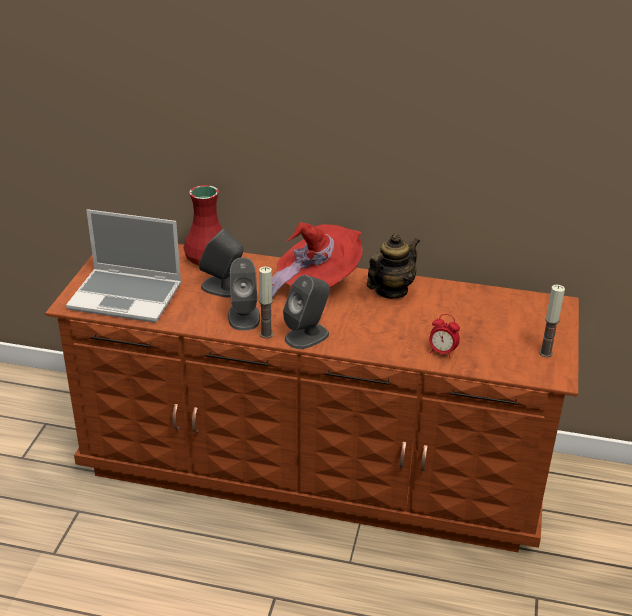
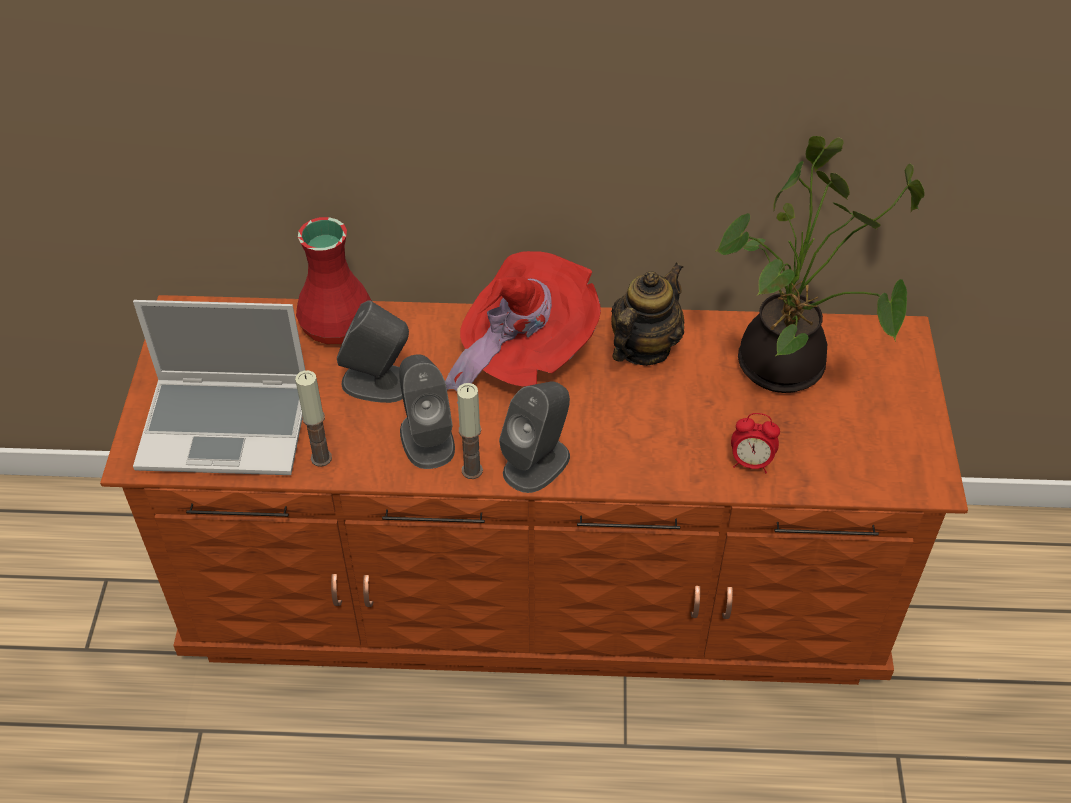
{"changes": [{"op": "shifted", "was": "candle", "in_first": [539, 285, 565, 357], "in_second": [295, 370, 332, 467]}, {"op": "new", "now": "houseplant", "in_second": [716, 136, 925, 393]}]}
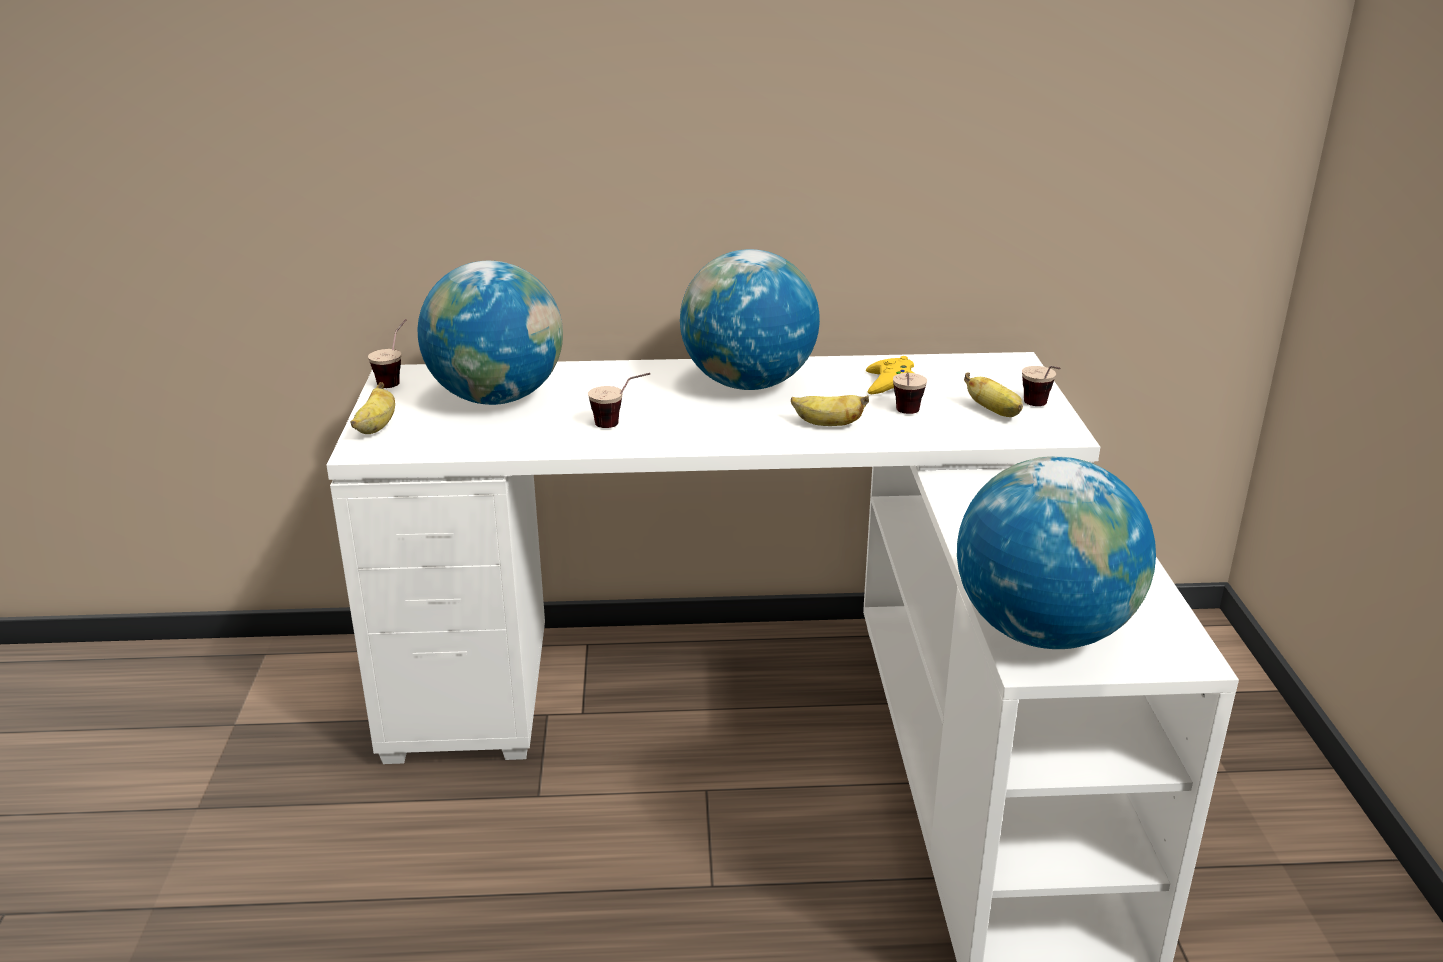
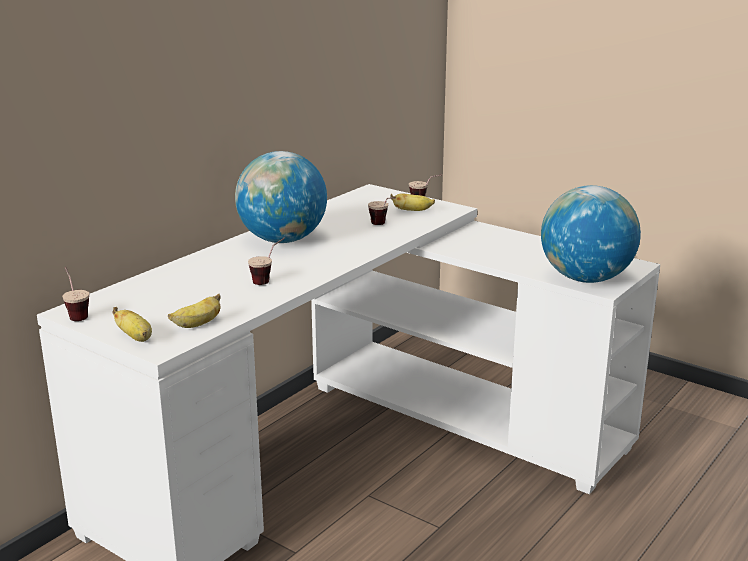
{"changes": [{"op": "gone", "was": "desk globe", "in_first": [418, 261, 563, 405]}, {"op": "gone", "was": "yellow-coloured joypad", "in_first": [866, 356, 914, 394]}, {"op": "shifted", "was": "whole banana", "in_first": [791, 395, 869, 426], "in_second": [168, 293, 221, 328]}]}
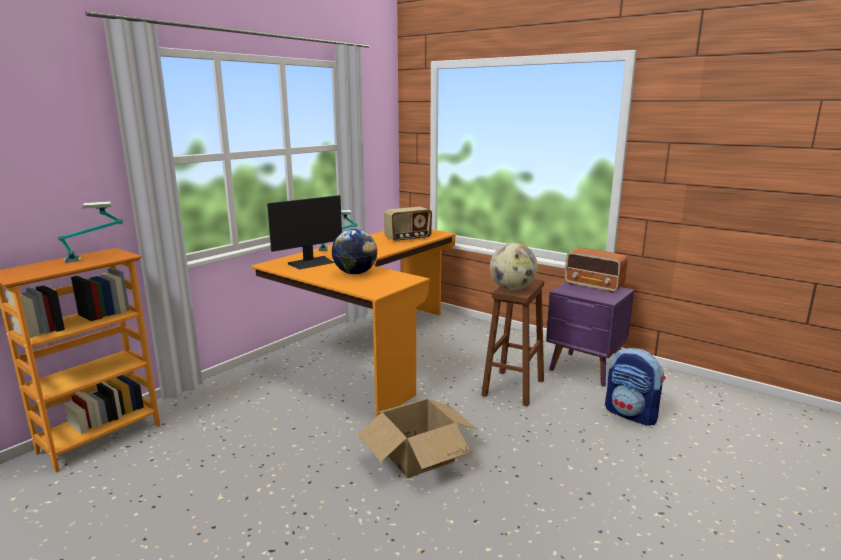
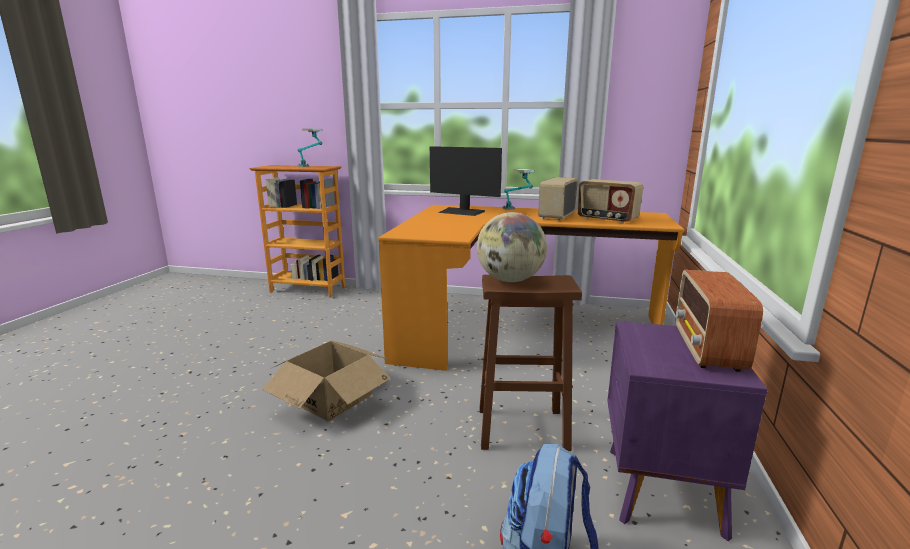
{"changes": [{"op": "gone", "was": "desk globe", "in_first": [331, 229, 378, 274]}, {"op": "new", "now": "radio", "in_second": [538, 177, 578, 221]}]}
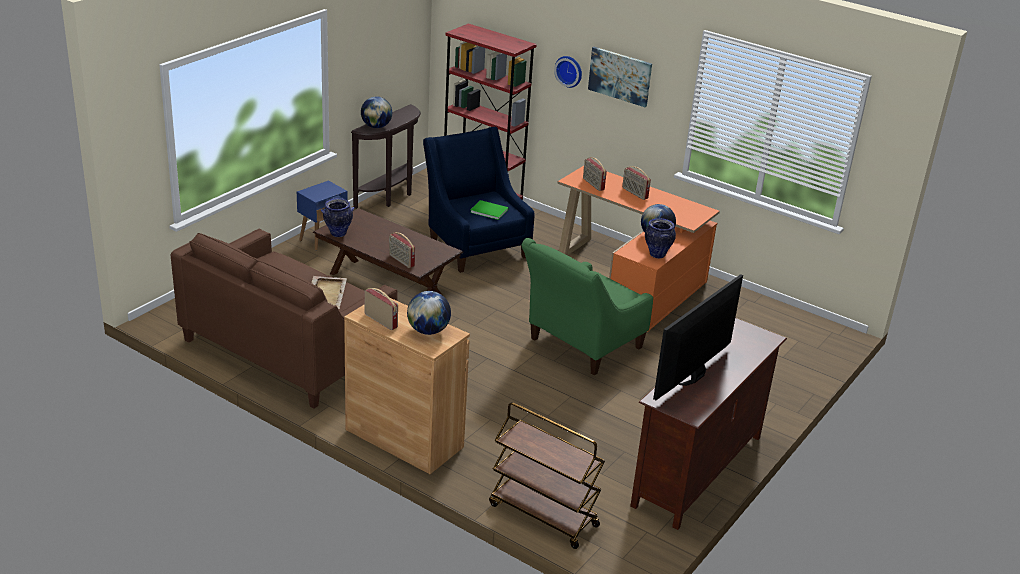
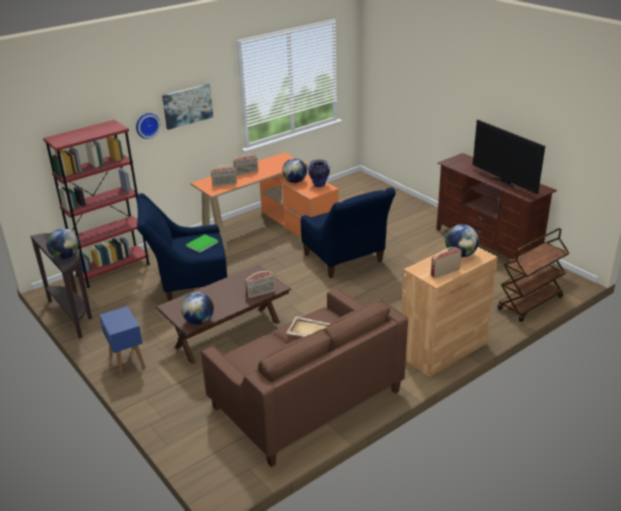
{"changes": [{"op": "swapped", "was": "vase", "now": "desk globe", "in_first": [321, 198, 354, 237], "in_second": [181, 292, 214, 325]}, {"op": "repainted", "was": "green lounge chair", "now": "bluish lounge chair", "in_first": [522, 238, 653, 375], "in_second": [301, 187, 395, 278]}]}
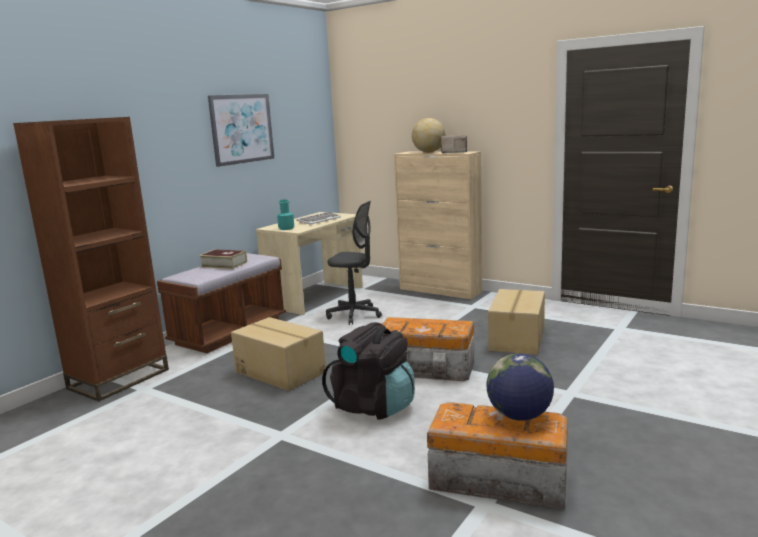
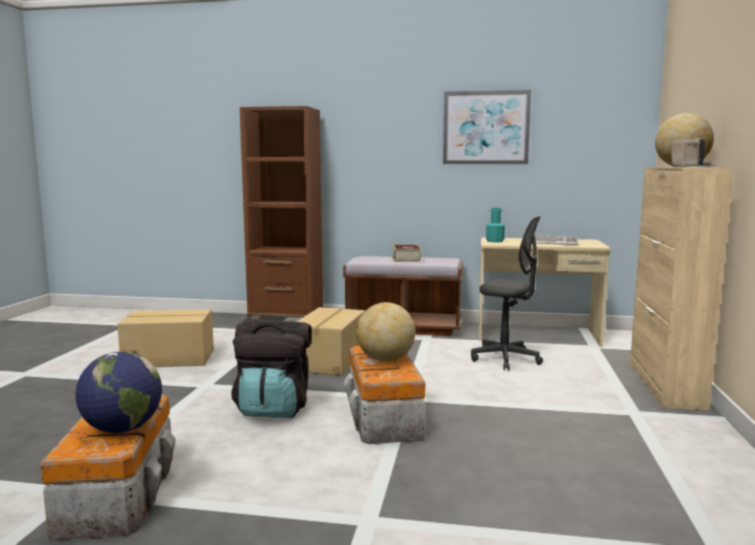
{"changes": [{"op": "rotated", "was": "greyish computer chair", "in_first": [326, 201, 382, 325], "in_second": [471, 216, 543, 371], "clockwise": -60}, {"op": "shifted", "was": "packing box", "in_first": [488, 289, 545, 355], "in_second": [117, 309, 214, 367]}, {"op": "new", "now": "desk globe", "in_second": [356, 302, 415, 362]}]}
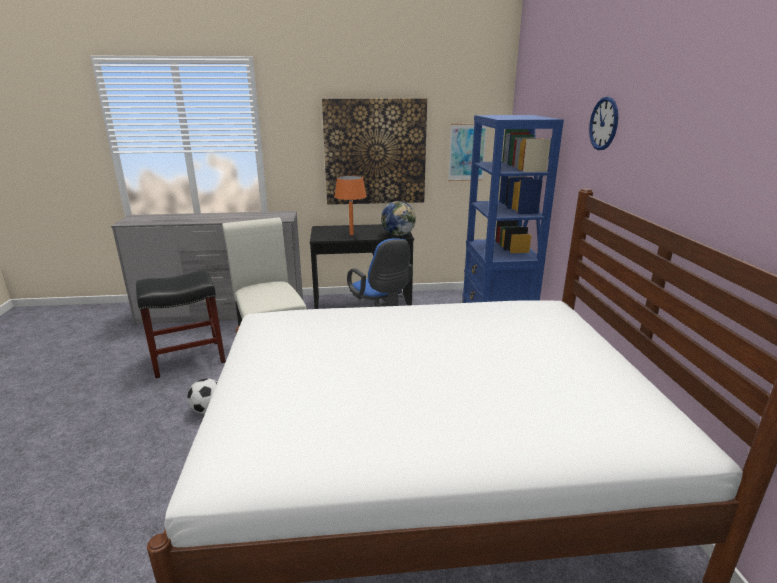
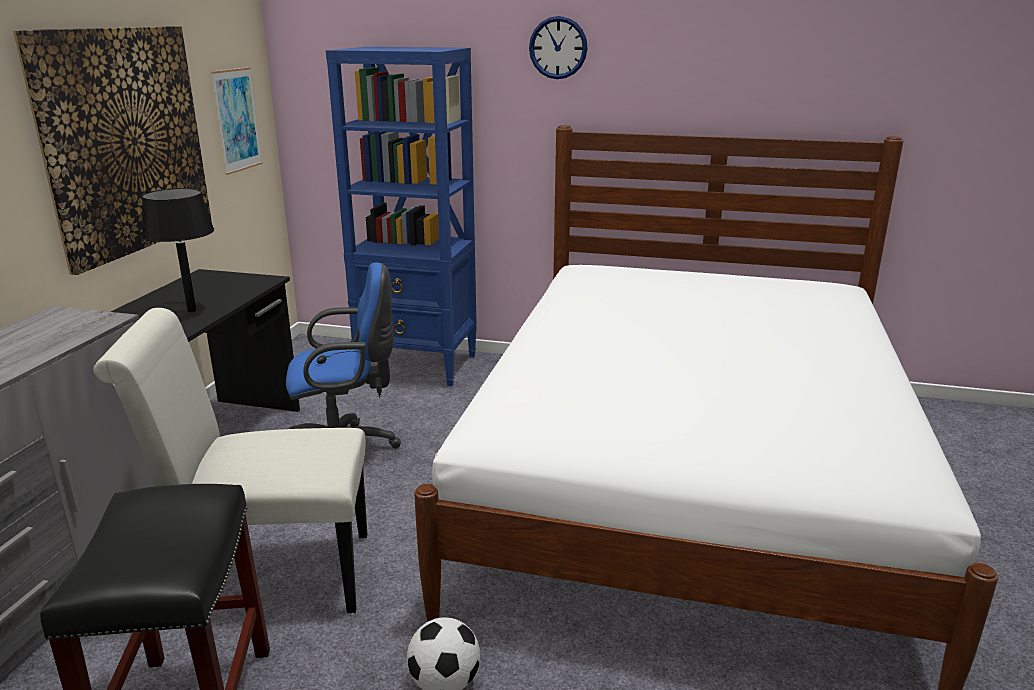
{"changes": [{"op": "repainted", "was": "orange lamp for a table", "now": "black lamp for a table", "in_first": [334, 175, 367, 235], "in_second": [142, 188, 214, 312]}, {"op": "gone", "was": "desk globe", "in_first": [381, 201, 416, 236]}]}
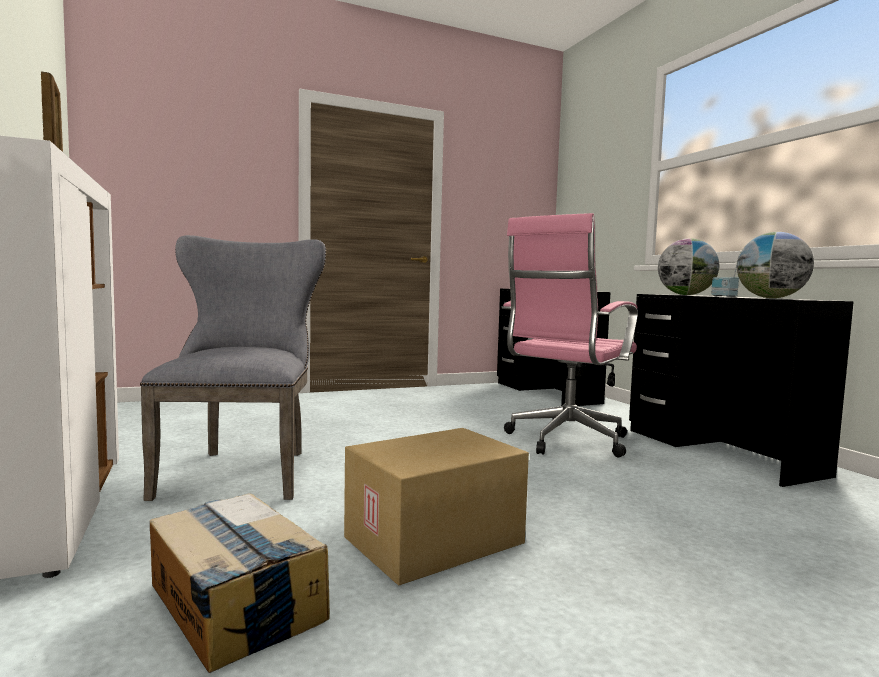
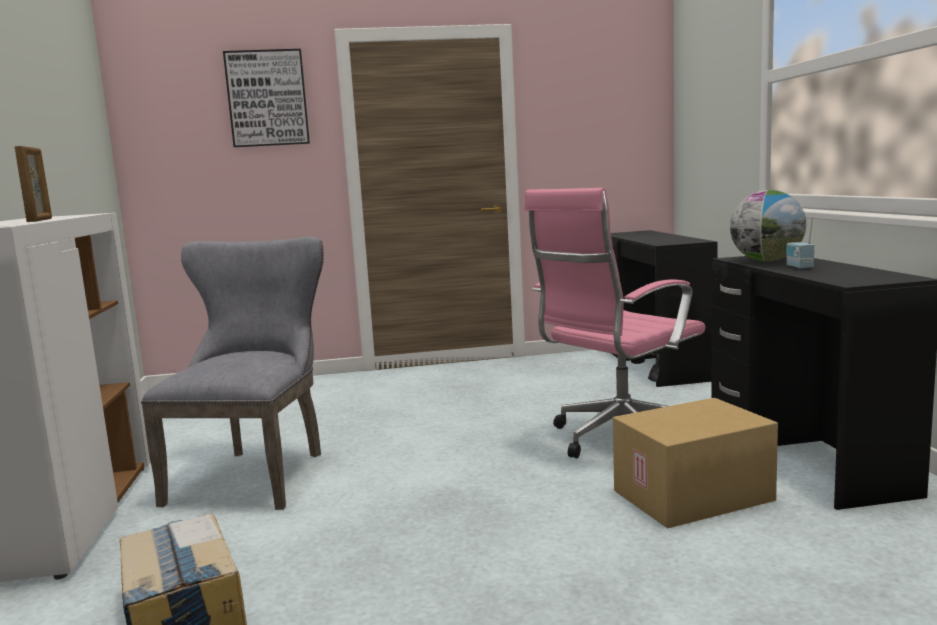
{"changes": [{"op": "gone", "was": "desk globe", "in_first": [737, 232, 814, 298]}, {"op": "shifted", "was": "packing box", "in_first": [344, 428, 529, 585], "in_second": [613, 398, 778, 528]}, {"op": "new", "now": "wall picture", "in_second": [223, 49, 310, 147]}]}
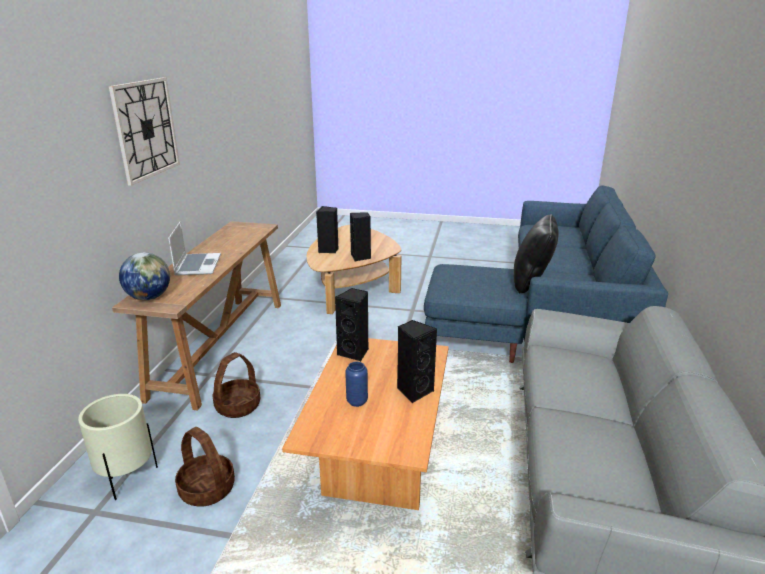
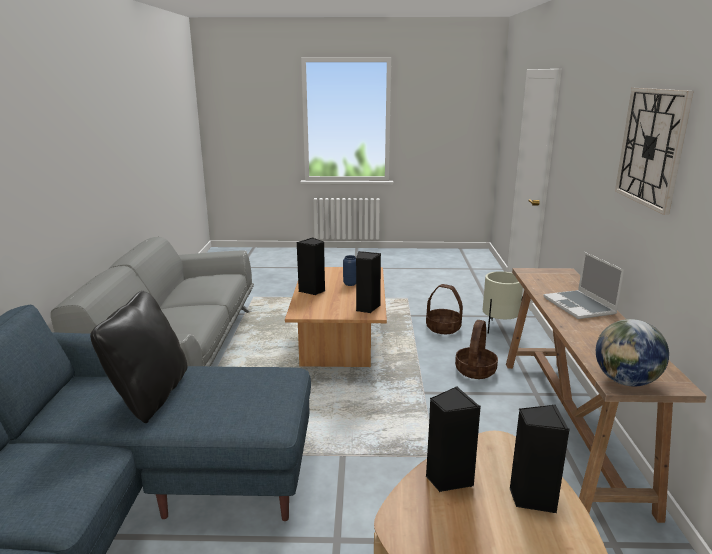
{"changes": [{"op": "shifted", "was": "desk globe", "in_first": [119, 253, 170, 300], "in_second": [596, 319, 669, 386]}]}
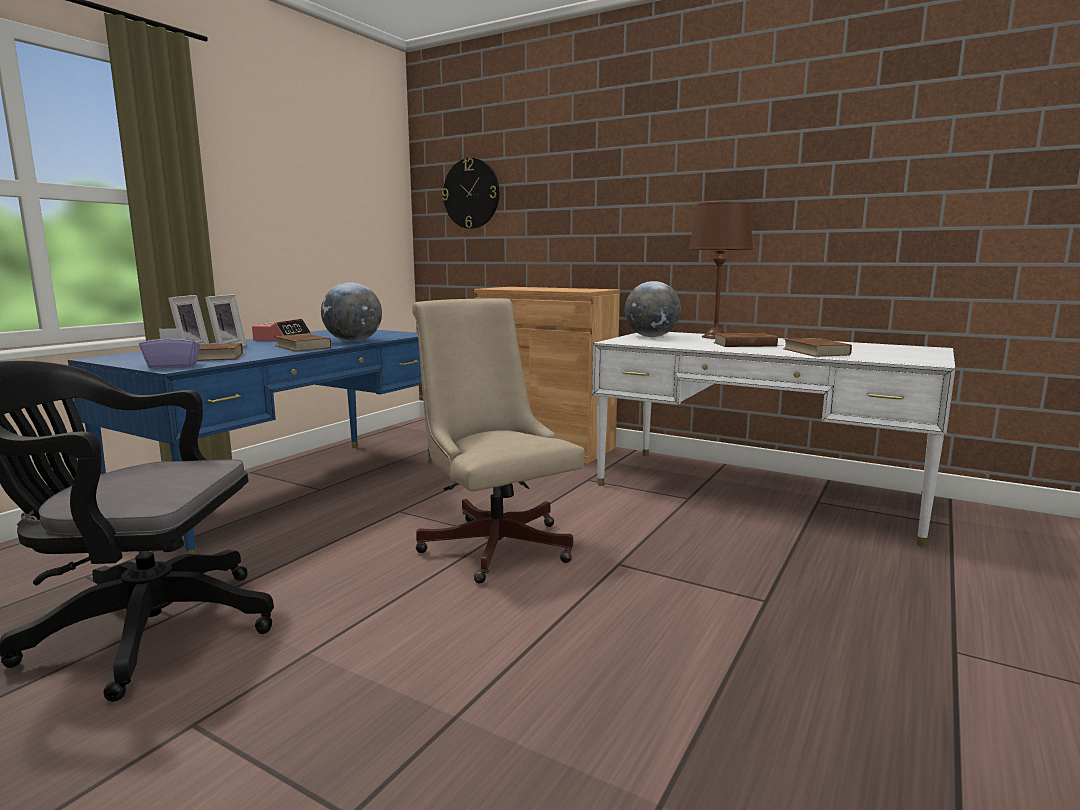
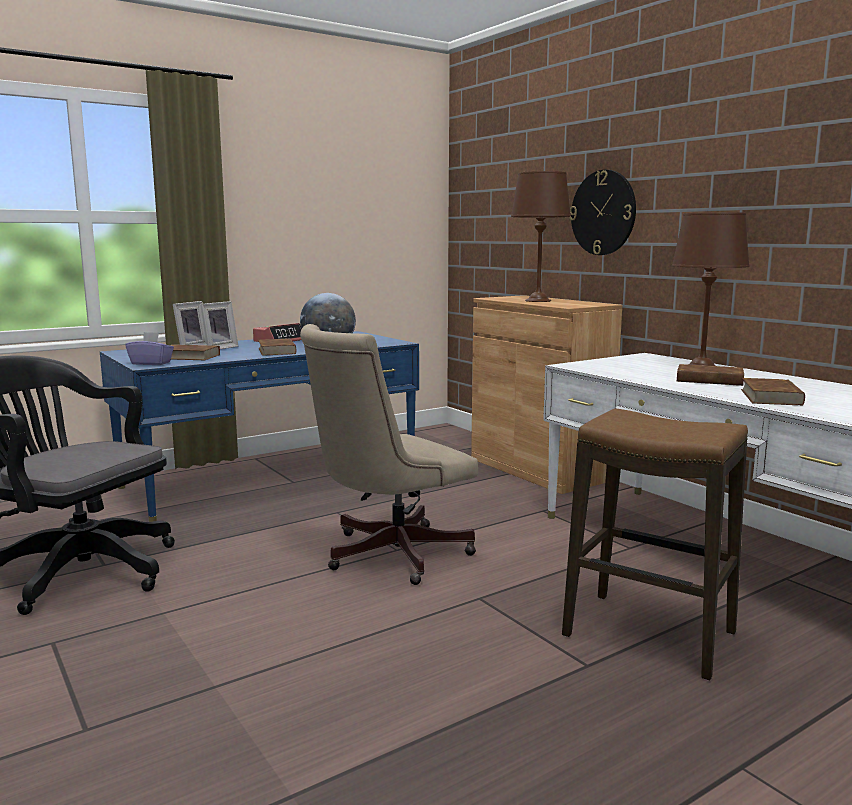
{"changes": [{"op": "shifted", "was": "hanging clock", "in_first": [442, 158, 499, 229], "in_second": [570, 170, 636, 255]}, {"op": "gone", "was": "desk globe", "in_first": [625, 281, 681, 337]}, {"op": "rotated", "was": "beige-coloured computer chair", "in_first": [412, 299, 585, 583], "in_second": [300, 324, 478, 585], "clockwise": -120}, {"op": "new", "now": "brown-coloured lamp for a table", "in_second": [511, 171, 571, 302]}, {"op": "new", "now": "stool seat", "in_second": [562, 408, 748, 680]}]}
